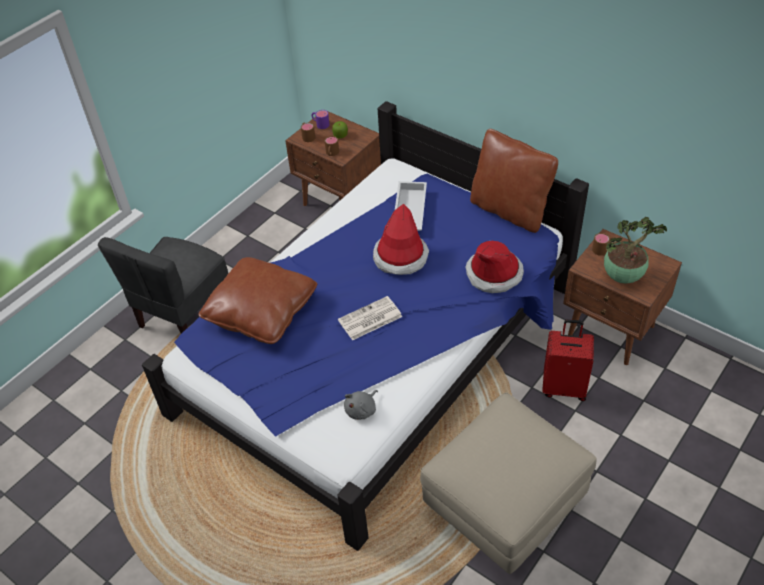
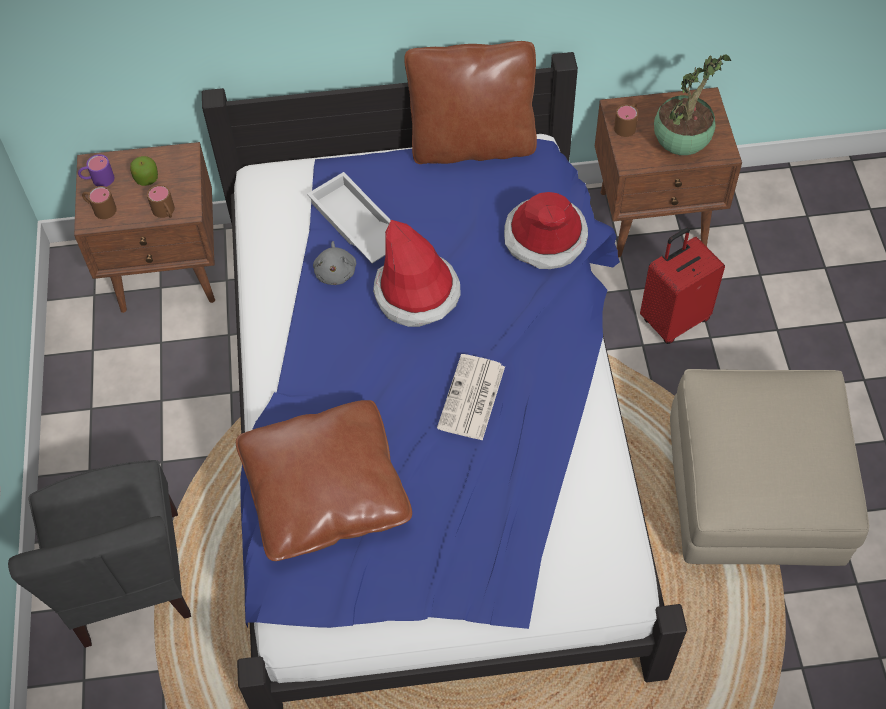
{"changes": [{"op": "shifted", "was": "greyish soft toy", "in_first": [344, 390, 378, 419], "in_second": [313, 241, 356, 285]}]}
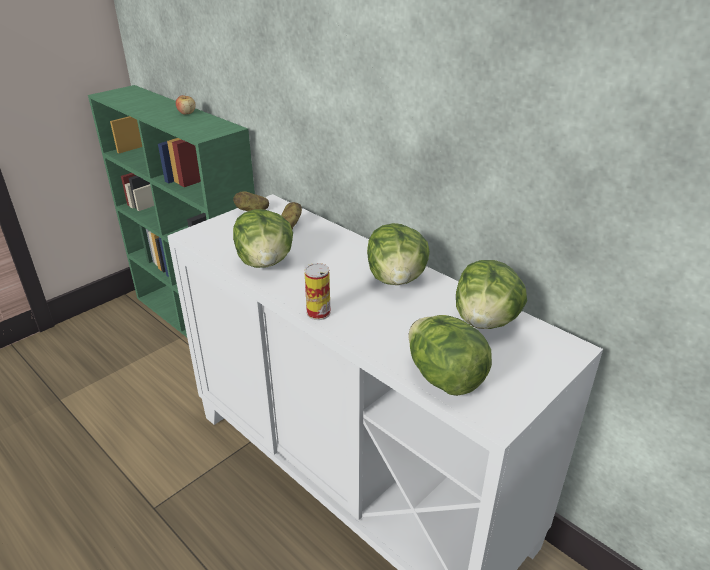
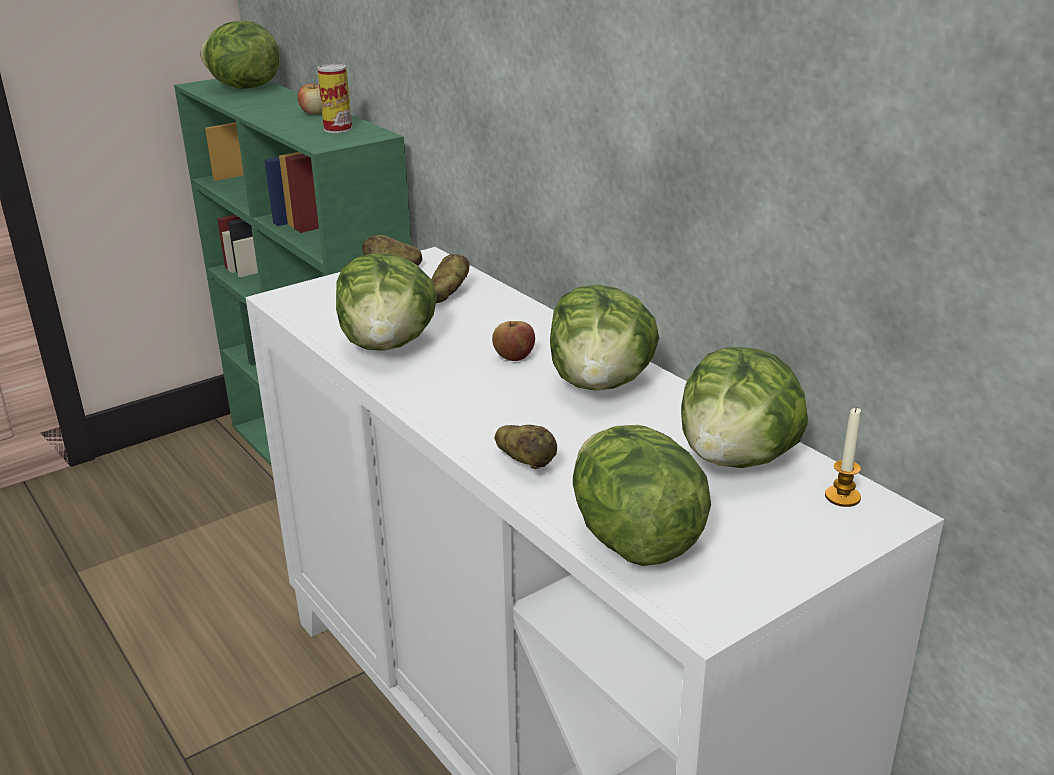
{"changes": [{"op": "shifted", "was": "sealed can", "in_first": [304, 263, 331, 320], "in_second": [317, 64, 352, 133]}, {"op": "new", "now": "lettuce head", "in_second": [200, 21, 280, 89]}, {"op": "new", "now": "apple", "in_second": [492, 321, 535, 361]}, {"op": "new", "now": "candle", "in_second": [825, 407, 861, 507]}, {"op": "new", "now": "spud", "in_second": [494, 425, 557, 469]}]}
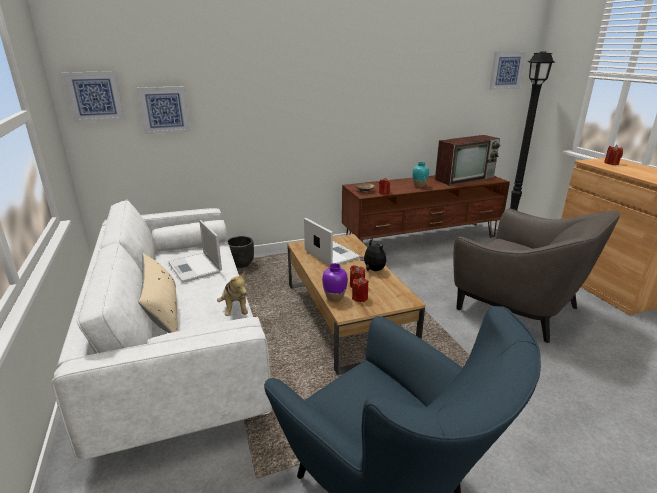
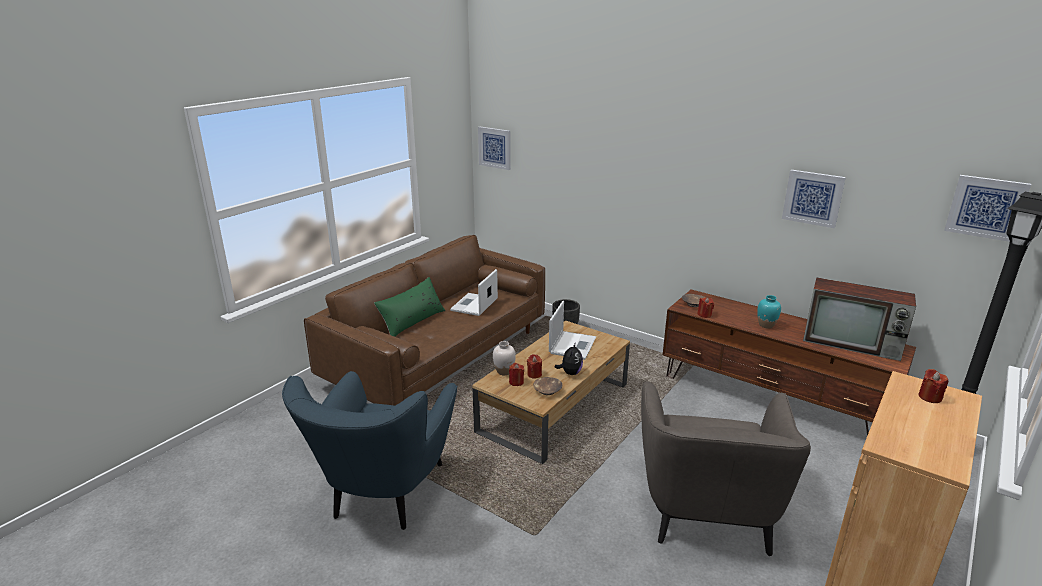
{"changes": [{"op": "shifted", "was": "wall picture", "in_first": [137, 86, 190, 134], "in_second": [782, 170, 846, 228]}, {"op": "repainted", "was": "white sofa", "now": "brown-coloured sofa", "in_first": [52, 199, 272, 460], "in_second": [304, 235, 545, 406]}, {"op": "repainted", "was": "beige-coloured cushion", "now": "green cushion", "in_first": [138, 253, 178, 333], "in_second": [374, 277, 445, 337]}, {"op": "repainted", "was": "purple-coloured vase", "now": "white vase", "in_first": [322, 263, 348, 302], "in_second": [493, 341, 516, 375]}, {"op": "gone", "was": "soft toy", "in_first": [217, 271, 248, 316]}, {"op": "new", "now": "brown-coloured bowl", "in_second": [533, 377, 562, 395]}]}
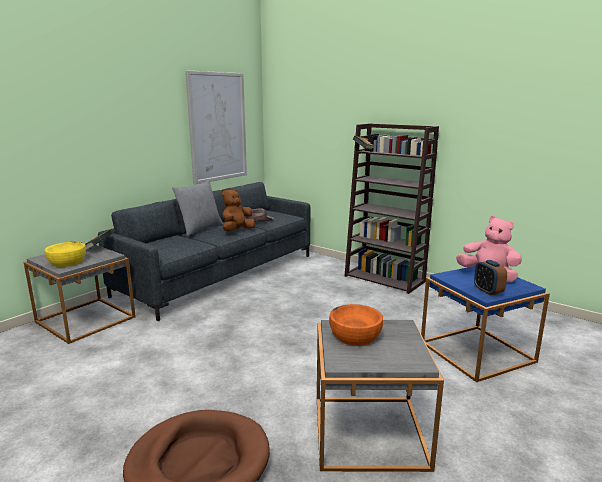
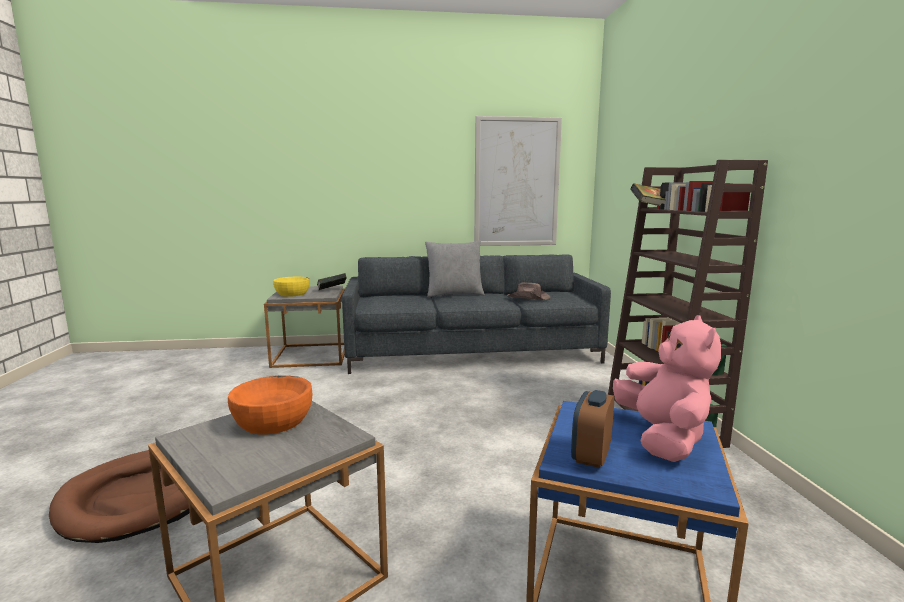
{"changes": [{"op": "gone", "was": "brown-coloured soft toy", "in_first": [221, 189, 255, 231]}]}
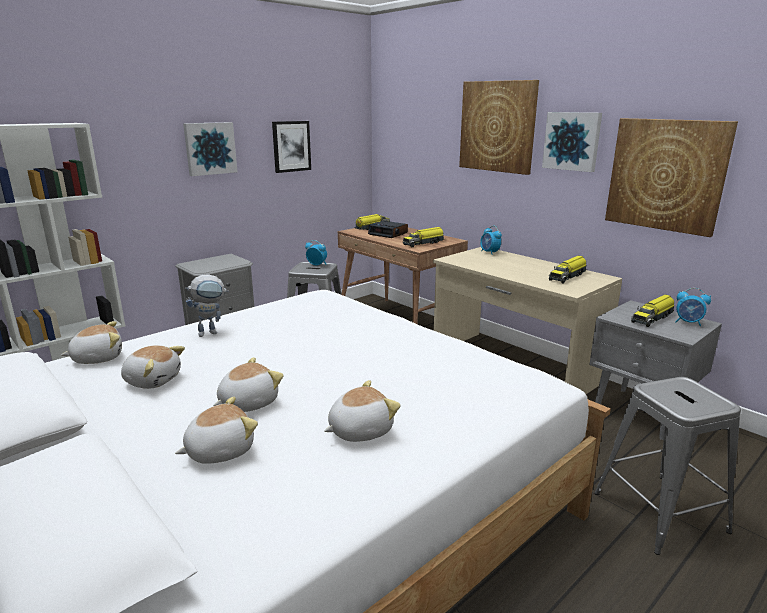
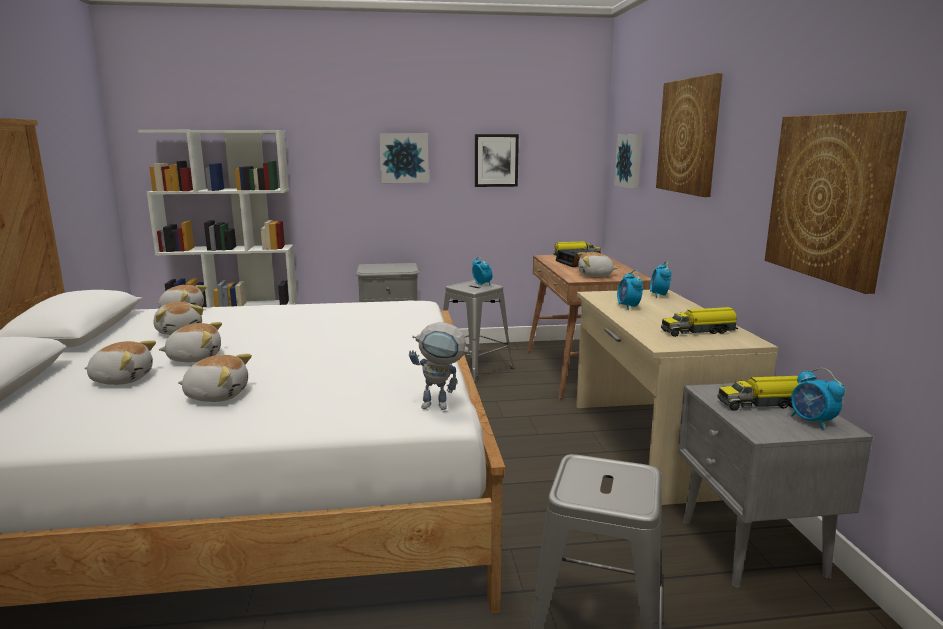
{"changes": [{"op": "shifted", "was": "wall picture", "in_first": [542, 112, 602, 172], "in_second": [614, 134, 642, 189]}, {"op": "swapped", "was": "toy lorry", "now": "soft toy", "in_first": [403, 227, 445, 247], "in_second": [578, 252, 617, 277]}, {"op": "shifted", "was": "toy robot", "in_first": [185, 274, 229, 337], "in_second": [409, 322, 472, 410]}, {"op": "new", "now": "bedside clock", "in_second": [617, 270, 643, 310]}]}
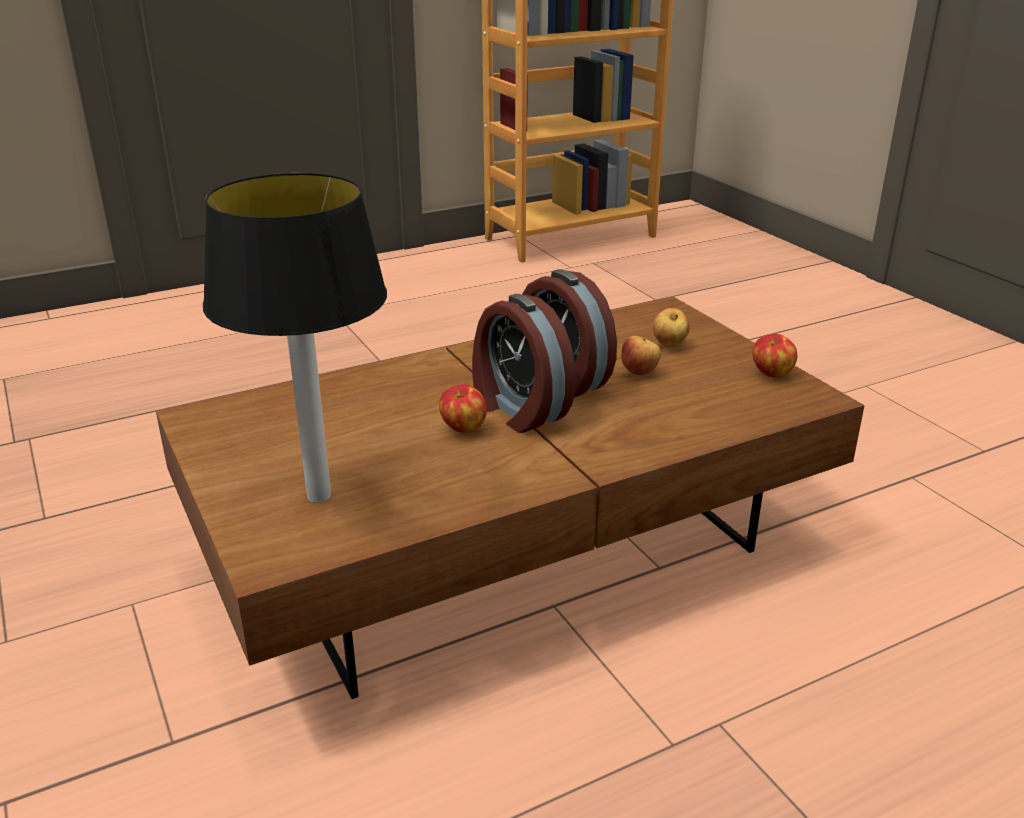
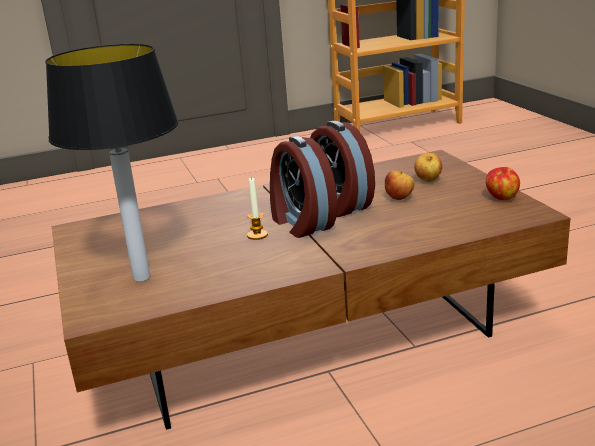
{"changes": [{"op": "swapped", "was": "apple", "now": "candle", "in_first": [439, 384, 487, 433], "in_second": [247, 177, 268, 240]}]}
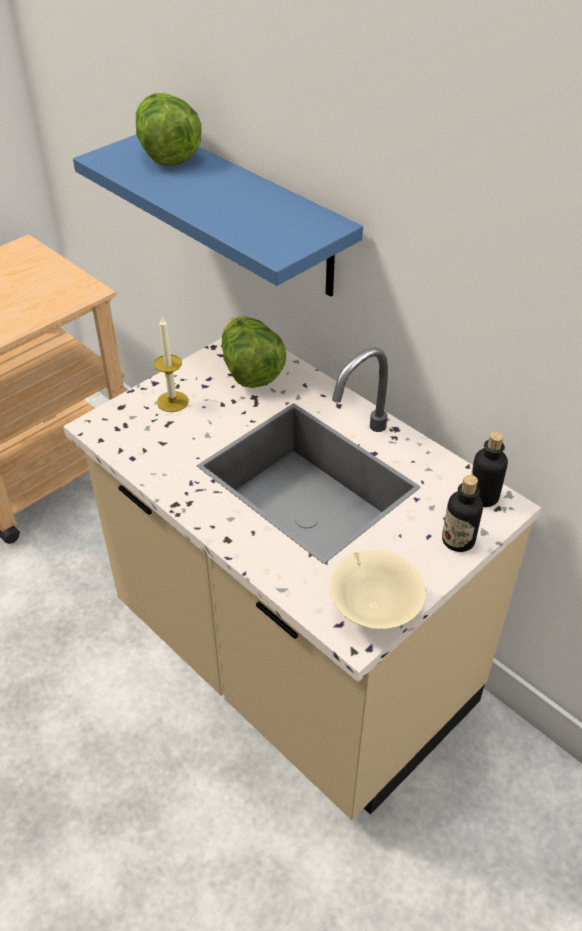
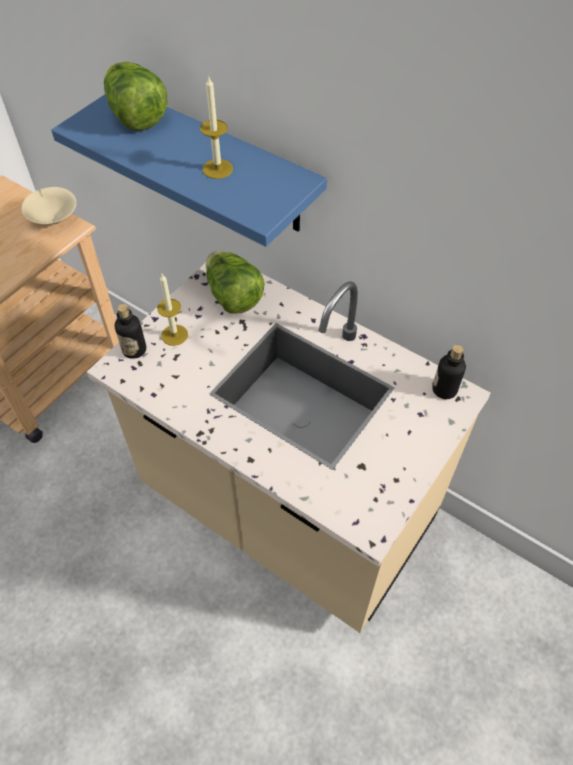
{"changes": [{"op": "shifted", "was": "bottle", "in_first": [442, 475, 483, 552], "in_second": [115, 304, 146, 359]}, {"op": "shifted", "was": "beige-coloured bowl", "in_first": [330, 550, 426, 629], "in_second": [21, 187, 76, 225]}, {"op": "new", "now": "candle", "in_second": [200, 75, 233, 179]}]}
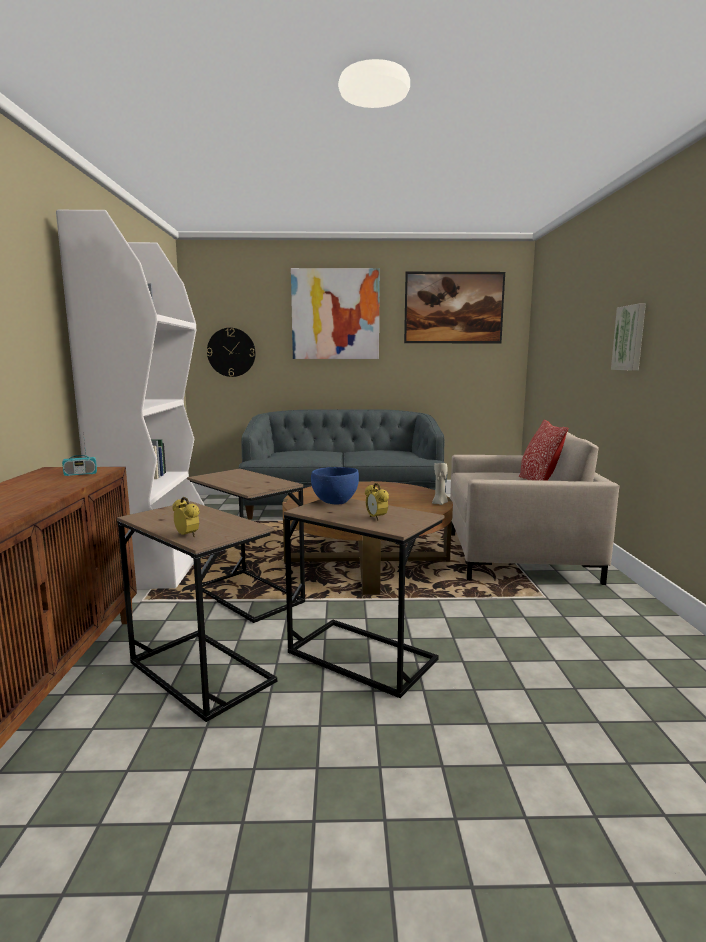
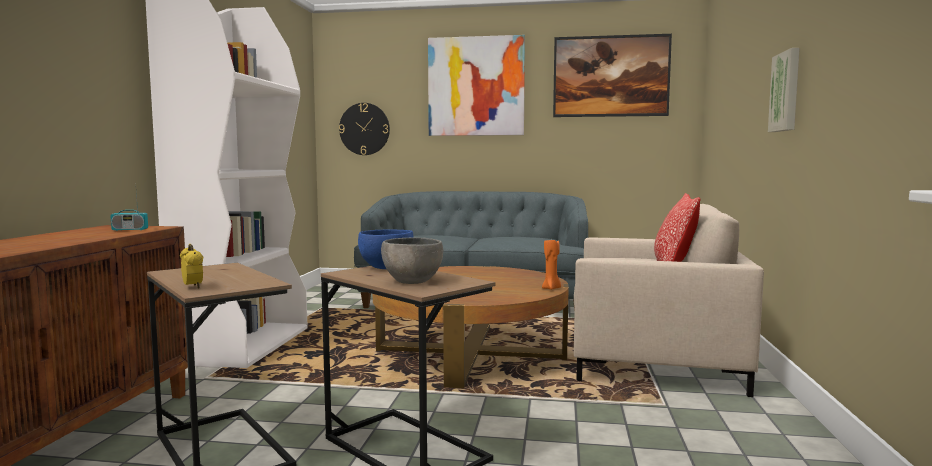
{"changes": [{"op": "repainted", "was": "beige-coloured candle", "now": "orange candle", "in_first": [432, 463, 448, 505], "in_second": [542, 240, 561, 290]}, {"op": "gone", "was": "brown-coloured side table", "in_first": [187, 469, 305, 623]}, {"op": "swapped", "was": "bedside clock", "now": "greyish bowl", "in_first": [365, 483, 389, 521], "in_second": [381, 238, 443, 284]}]}
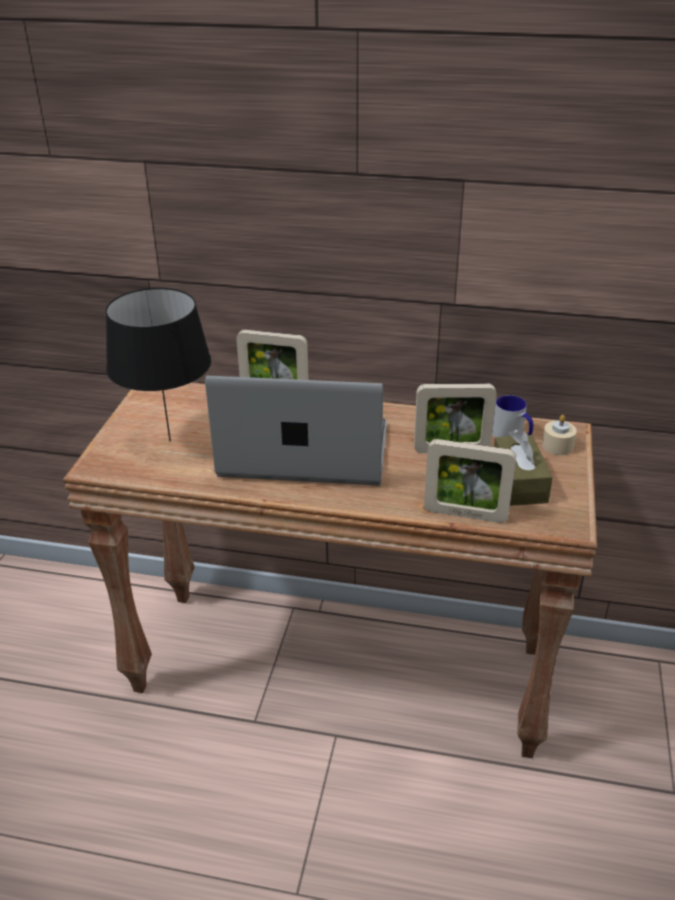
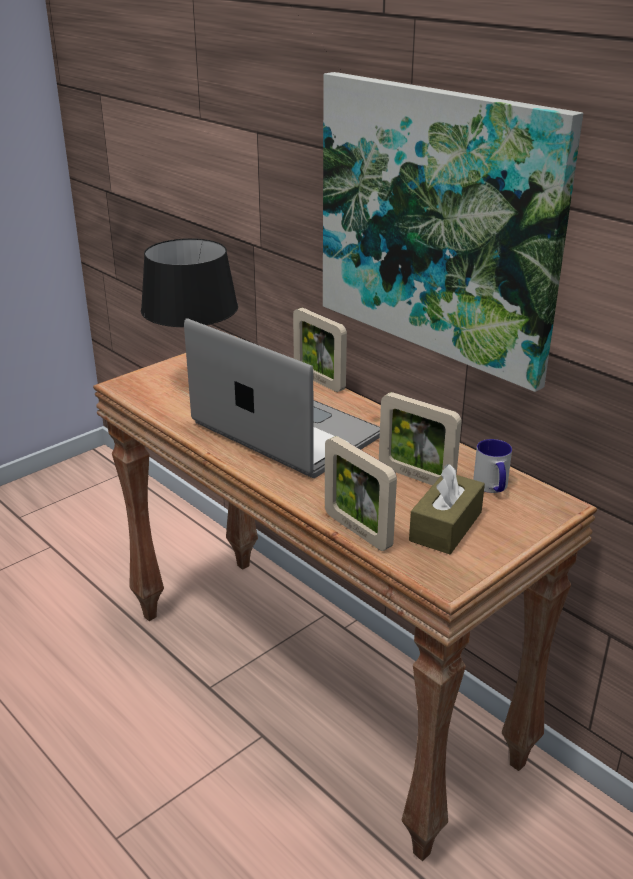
{"changes": [{"op": "gone", "was": "beige-coloured candle", "in_first": [542, 415, 577, 455]}, {"op": "new", "now": "wall picture", "in_second": [323, 72, 583, 392]}]}
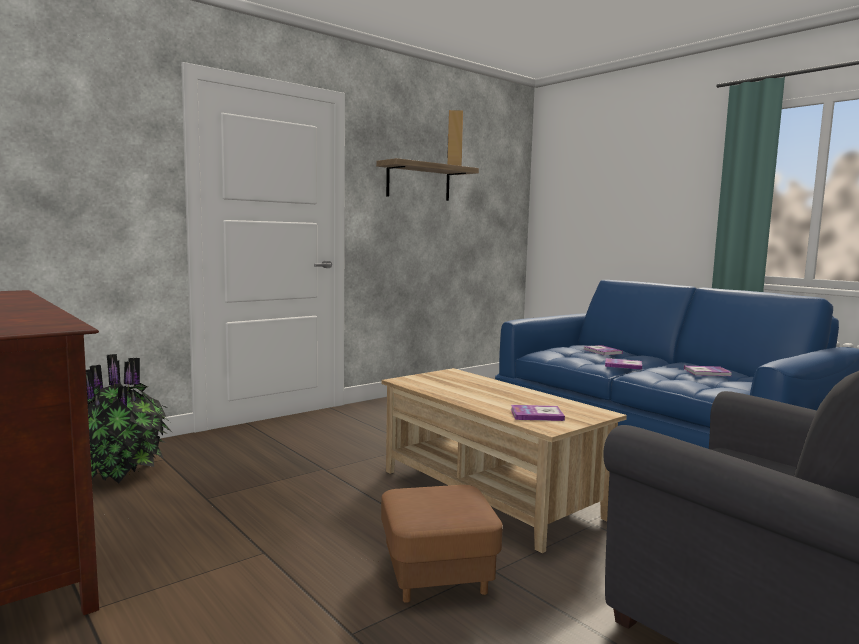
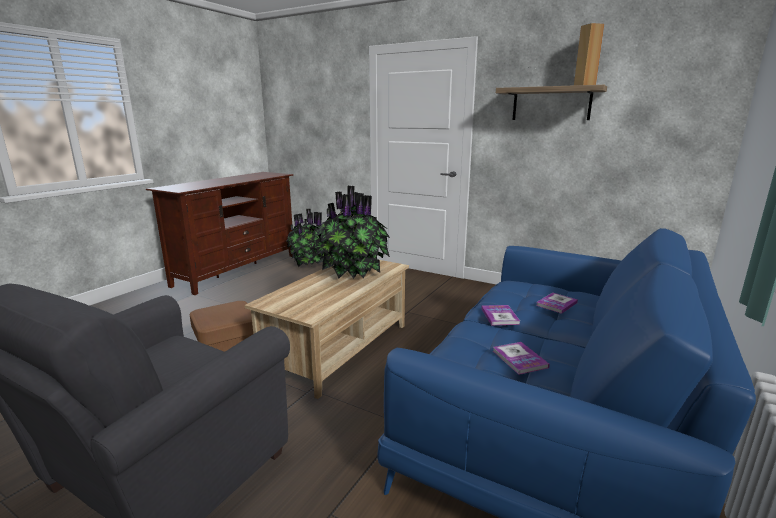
{"changes": [{"op": "gone", "was": "bound book", "in_first": [511, 405, 565, 421]}, {"op": "new", "now": "houseplant", "in_second": [316, 185, 390, 279]}]}
